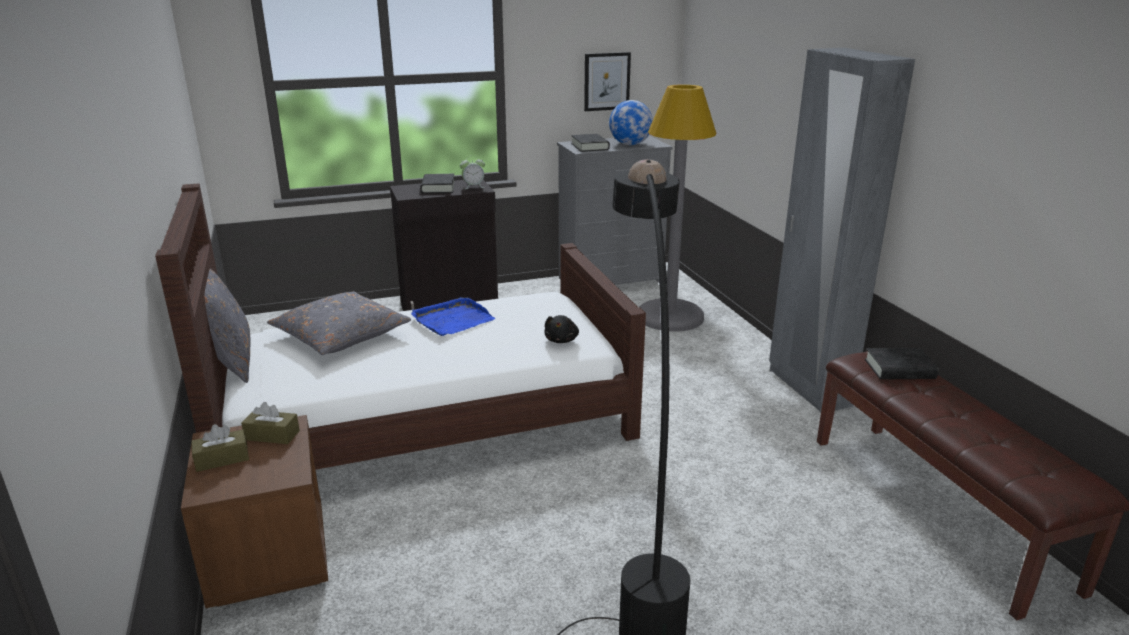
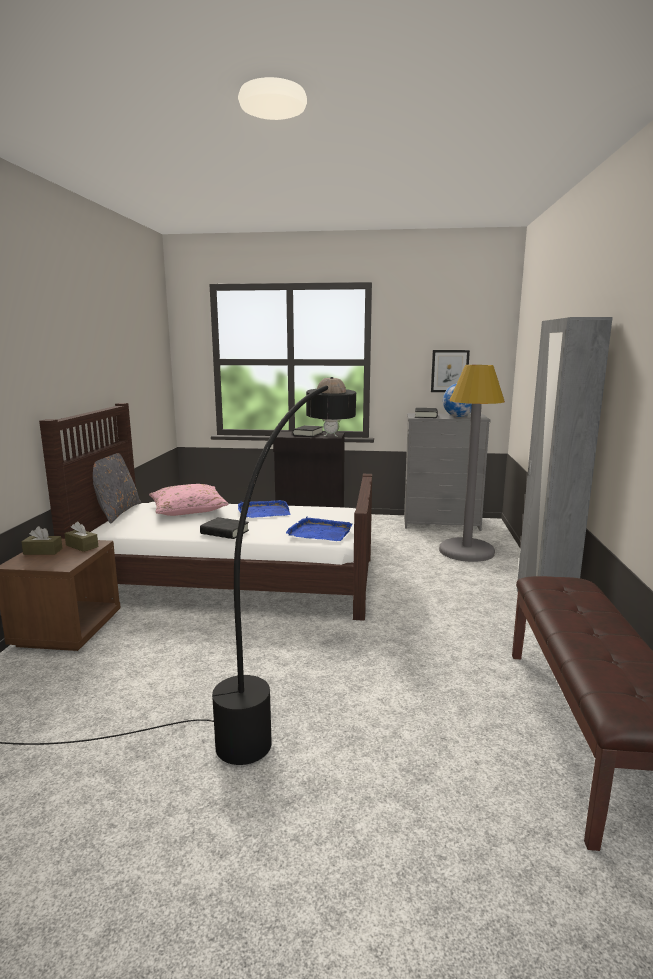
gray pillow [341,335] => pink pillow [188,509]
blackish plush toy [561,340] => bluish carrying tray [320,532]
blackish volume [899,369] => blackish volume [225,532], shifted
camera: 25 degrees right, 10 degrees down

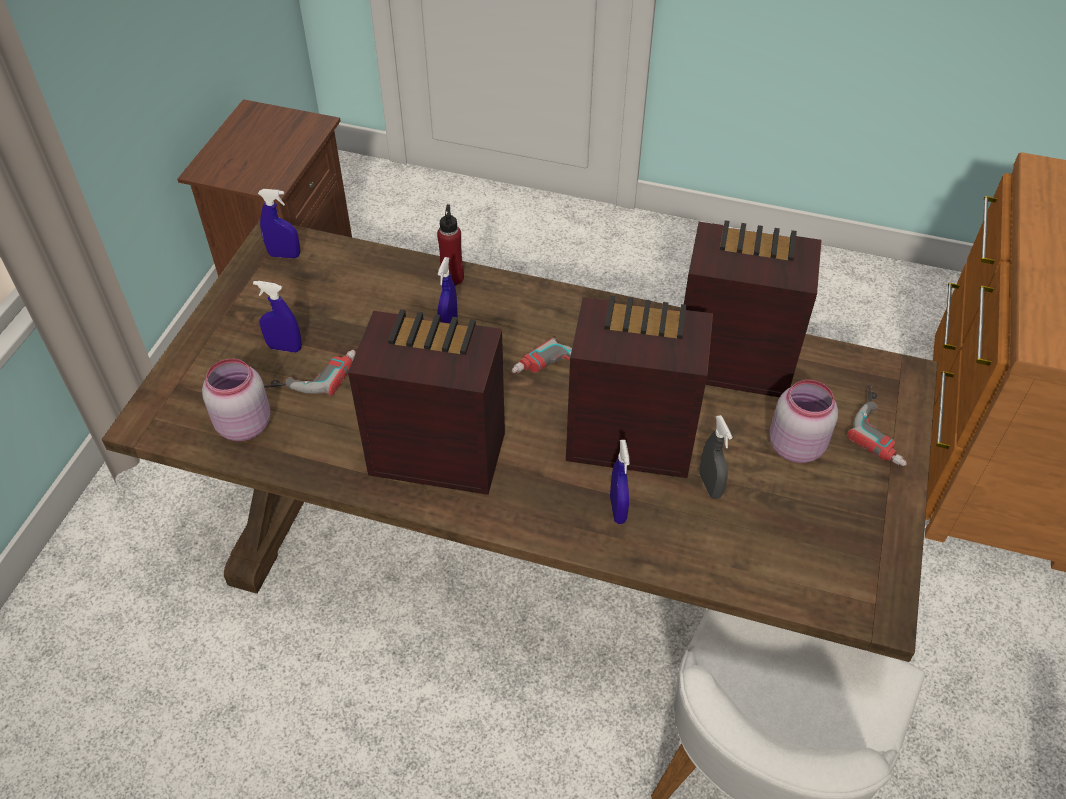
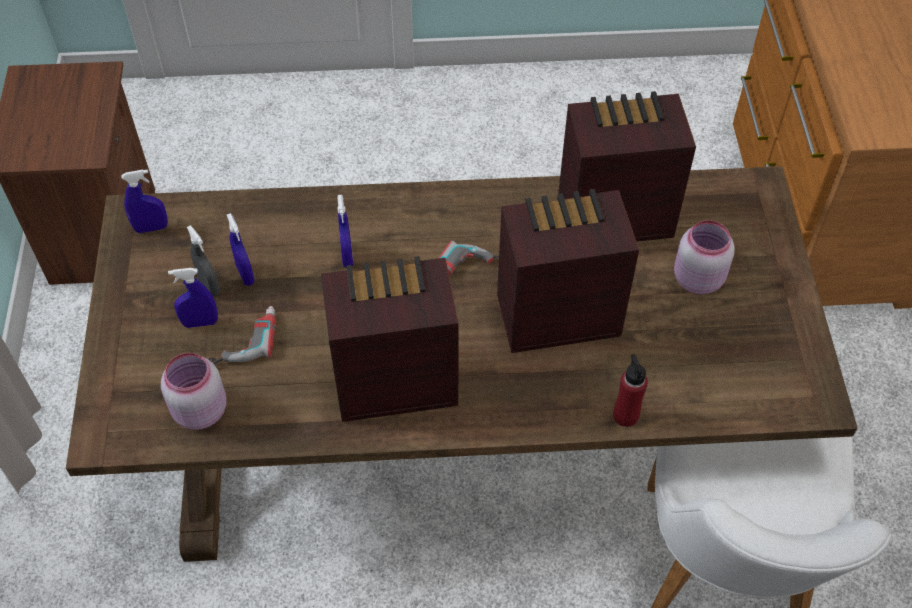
red-coloured drink bottle [452,278] => red-coloured drink bottle [625,415], shifted
bluish sprayer [617,509] => bluish sprayer [245,274], shifted
gray sprayer [710,485] => gray sprayer [209,286], shifted
power drill [884,430] => nothing
camera: 20 degrees left, 5 degrees up

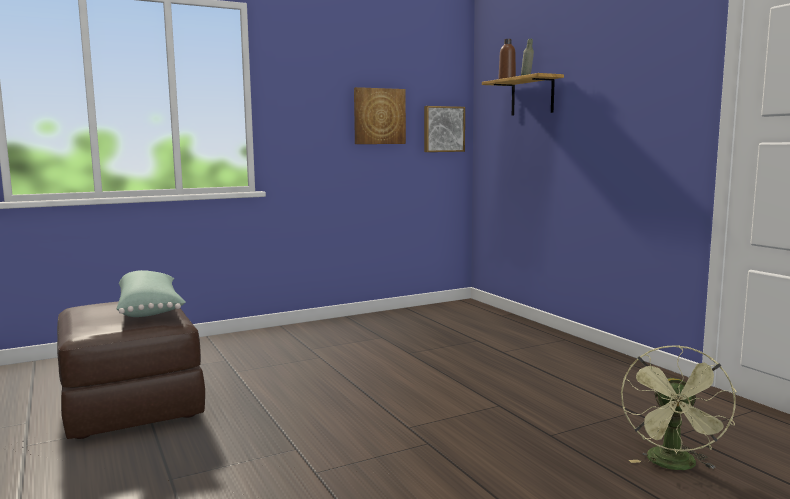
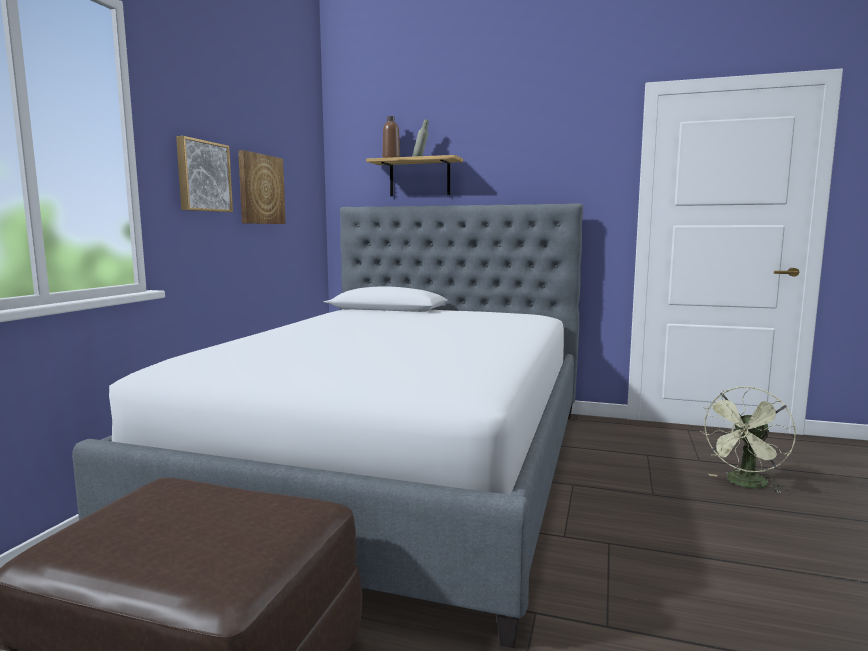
greenish pillow [150,309] => nothing
wall picture [443,129] => wall picture [202,176], shifted
greenish fan [674,465] => greenish fan [745,484], 75 degrees clockwise
nothing => bed [397,468]
camera: 45 degrees left, 0 degrees up

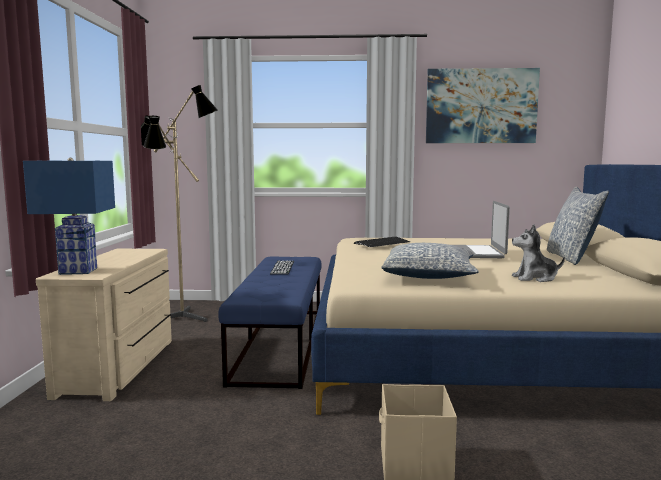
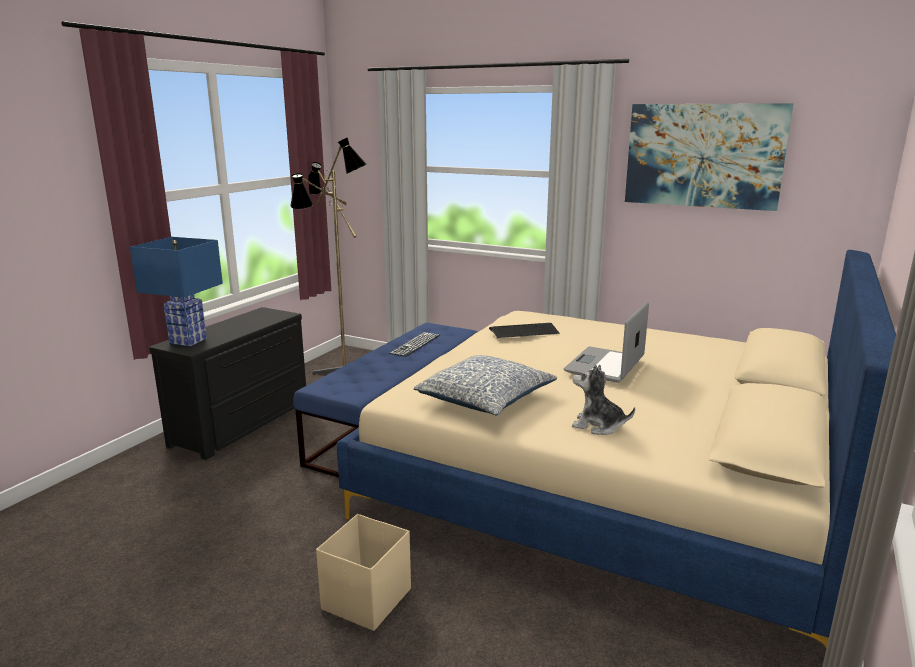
beige-coloured dresser [121,367] => blackish dresser [244,424]
pillow [572,258] => nothing
camera: 25 degrees right, 10 degrees up

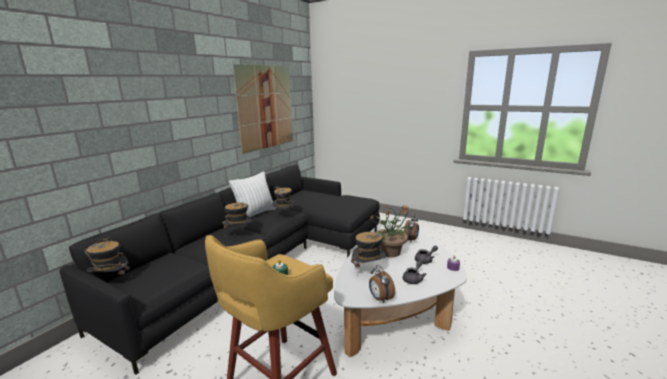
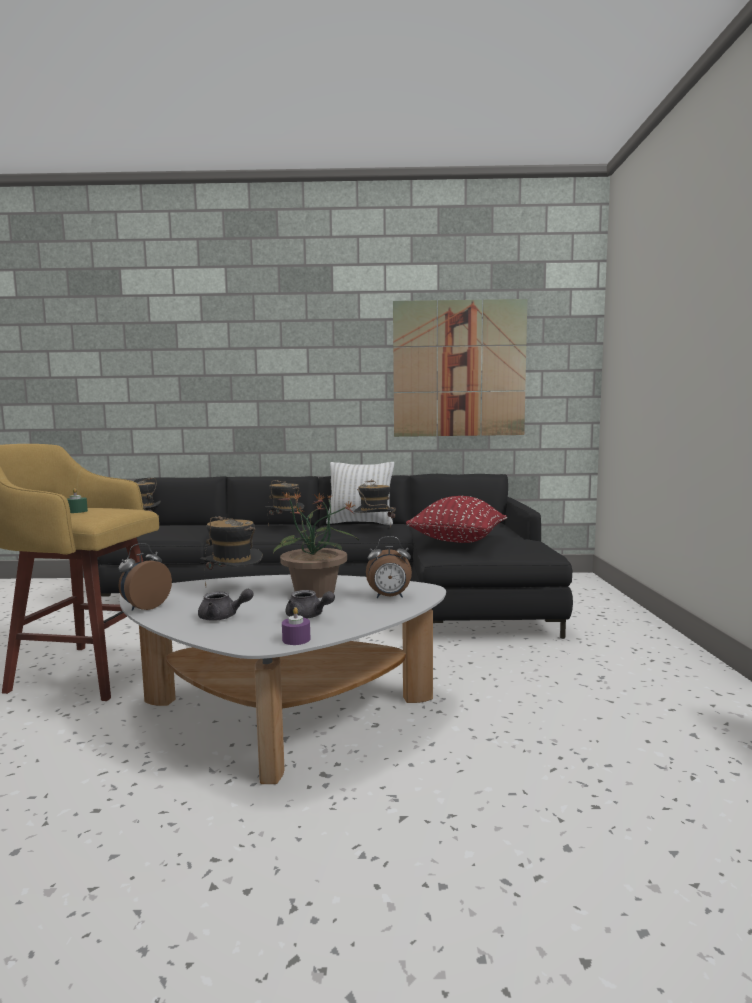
nothing => red-coloured pillow [457,542]
camera: 60 degrees right, 10 degrees down

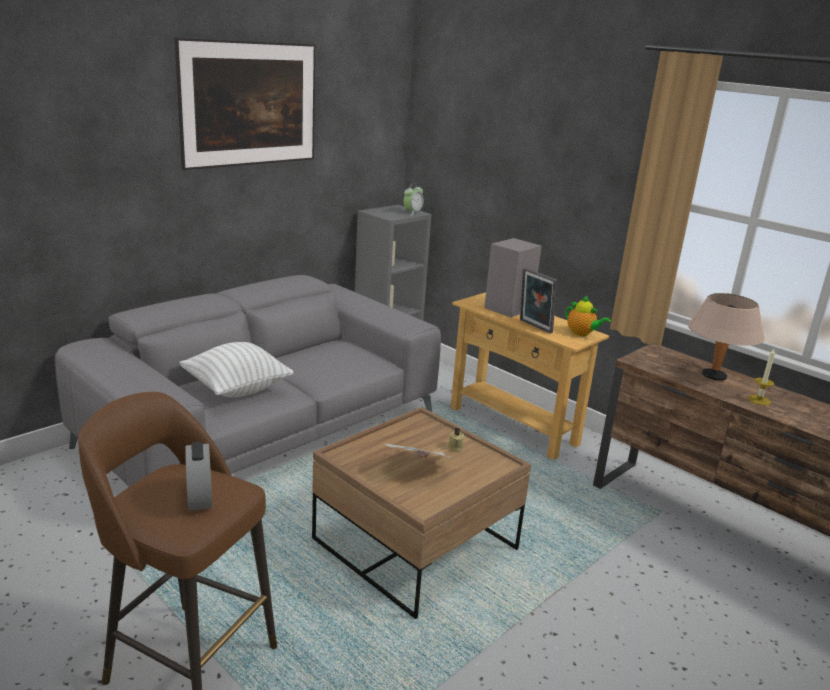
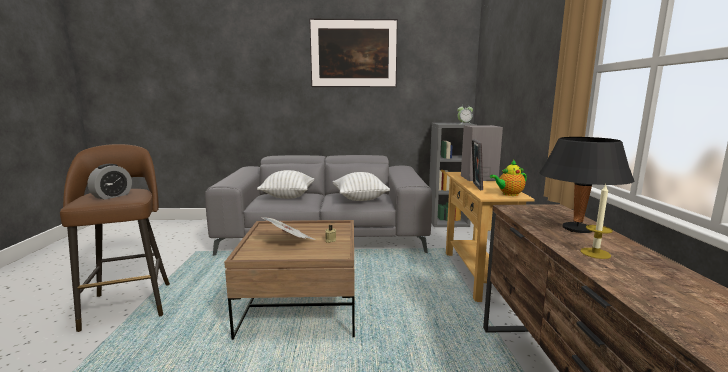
teapot [582,333] => teapot [508,194], 75 degrees clockwise
beige-coloured table lamp [714,376] => blackish table lamp [577,230]
nothing => white-coloured pillow [360,199]
camera: 45 degrees right, 10 degrees down

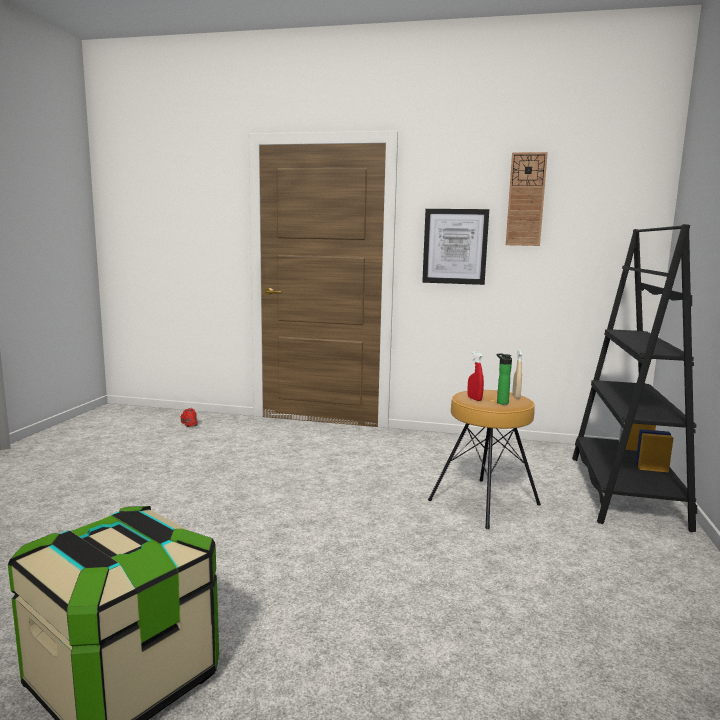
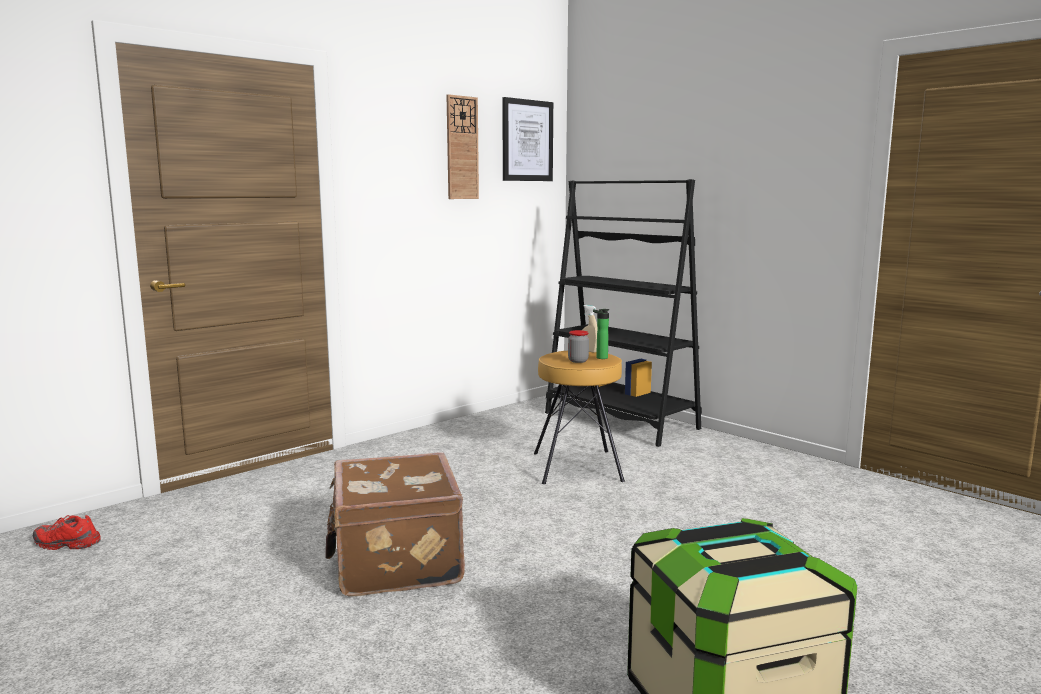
wall picture [455,246] => wall picture [527,140], shifted
red-coloured sprayer [474,399] => storage jar [578,361]
nothing => brownish travel case [394,562]
camera: 55 degrees left, 0 degrees up

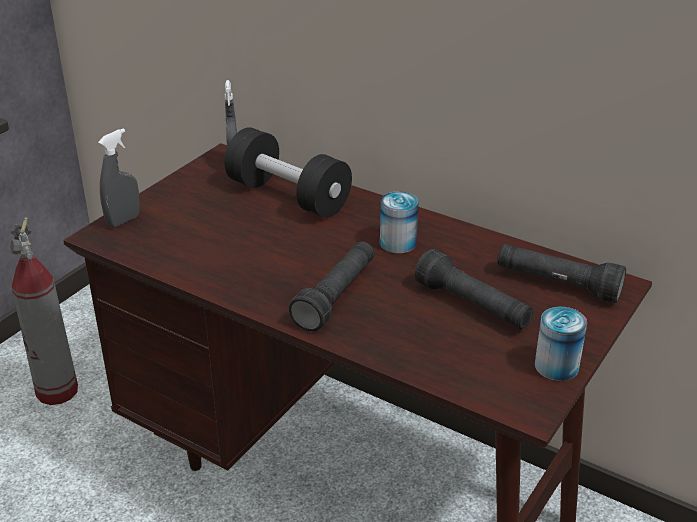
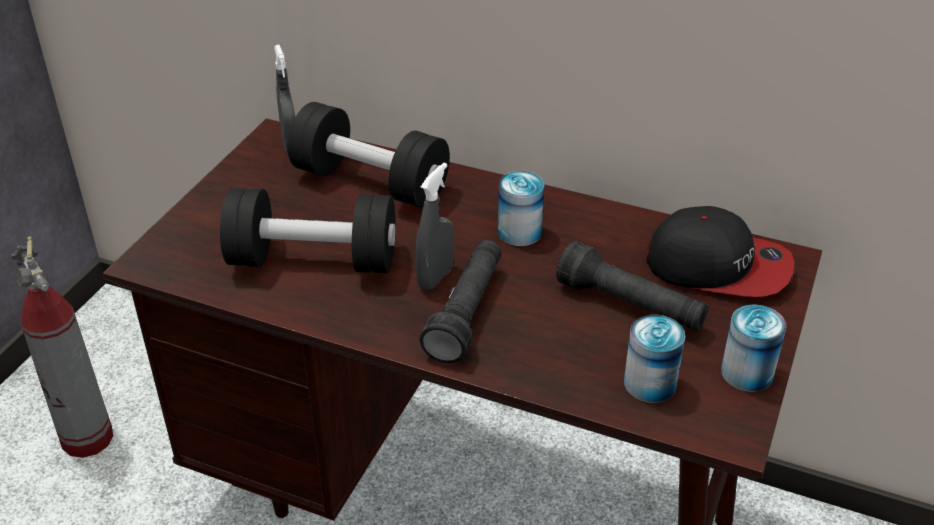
gray sprayer [123,220] => gray sprayer [435,278], shifted
blackish hand torch [557,284] => baseball cap [718,266]
nothing => blackish free weight [313,260]
nothing => metal can [650,383]
camera: 10 degrees left, 5 degrees up

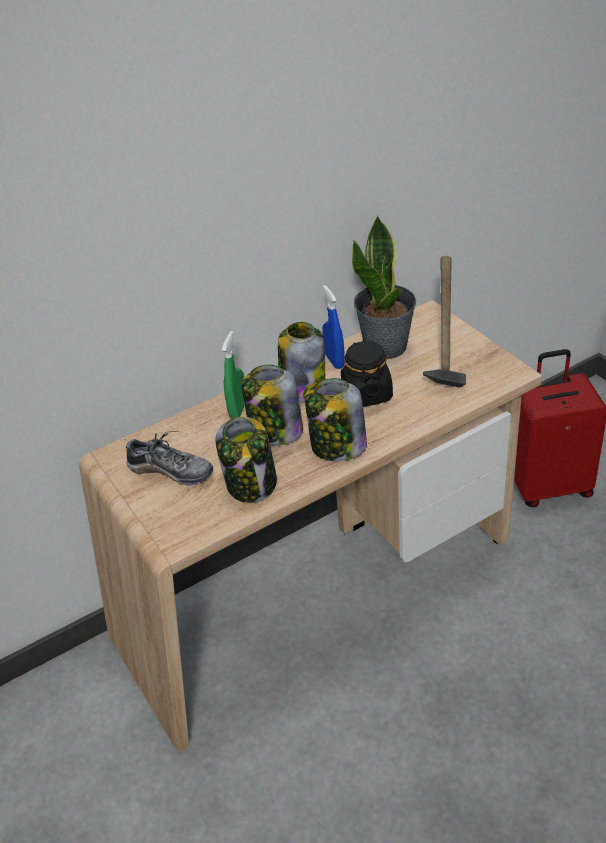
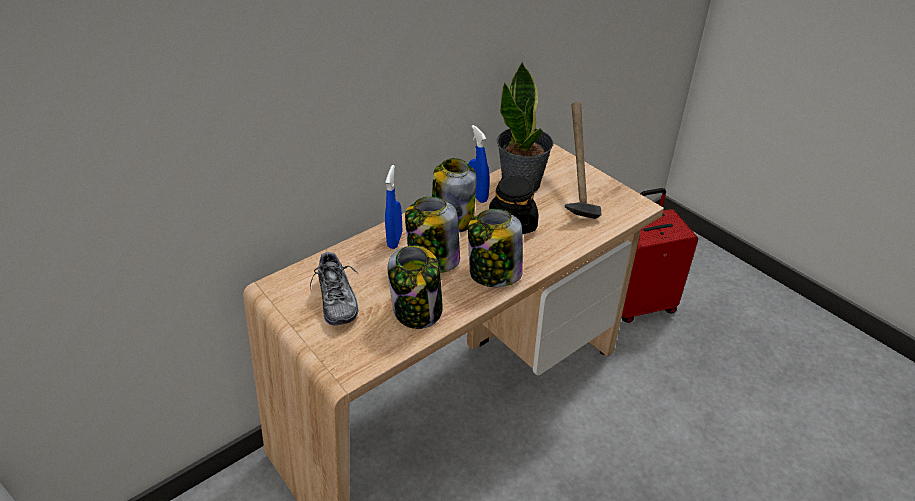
shoe [171,471] => shoe [337,299], 60 degrees clockwise
greenish sprayer [238,409] => bluish sprayer [395,240]
camera: 10 degrees left, 0 degrees up

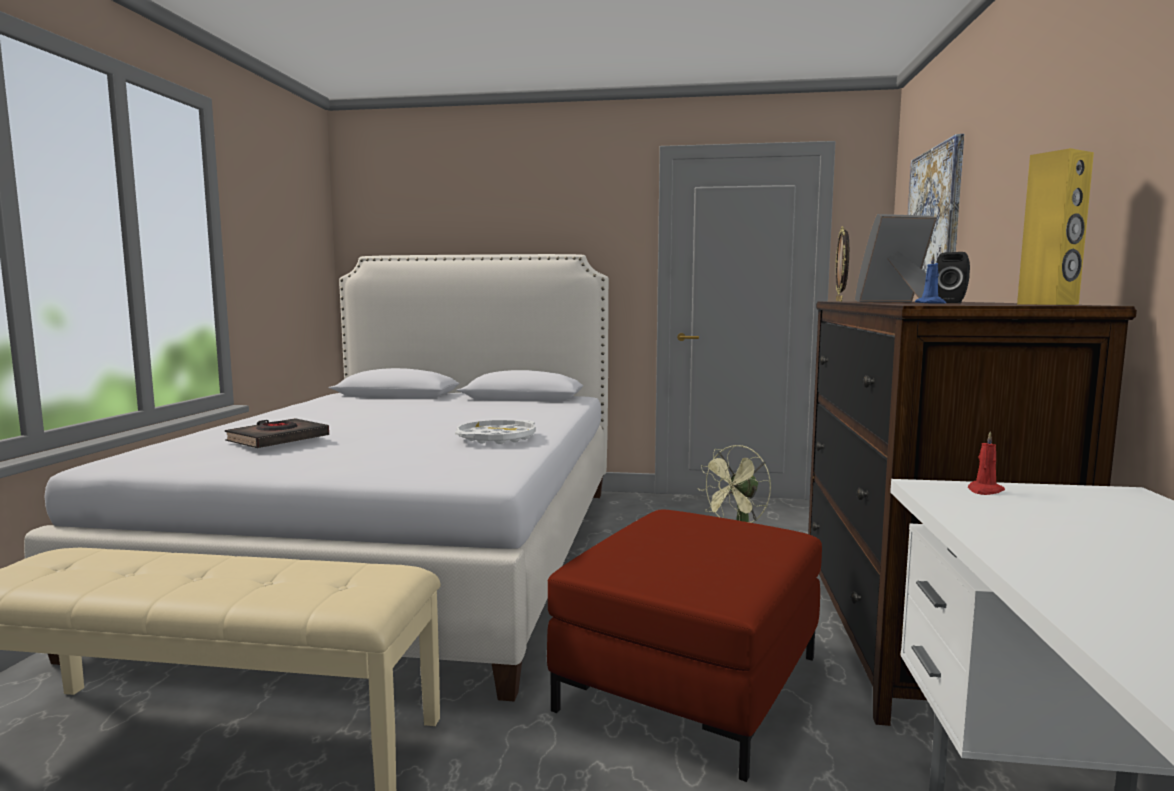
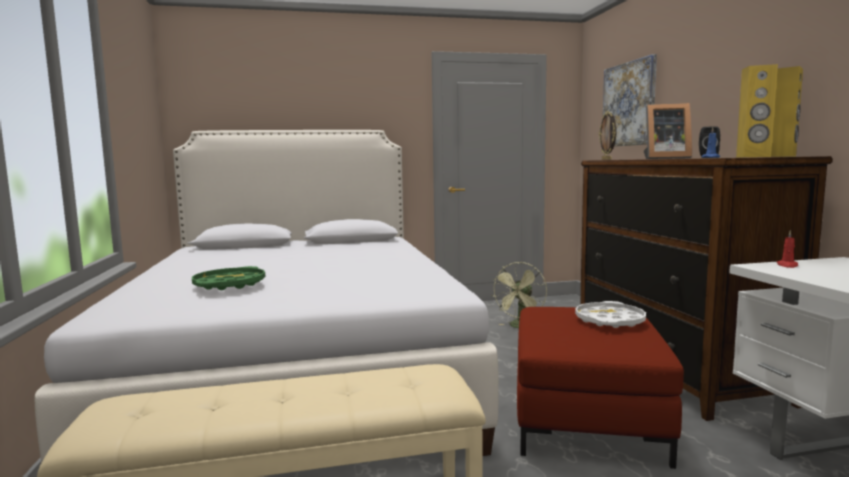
blackish volume [278,440] => greenish carrying tray [229,284]
white-coloured carrying tray [496,438] => white-coloured carrying tray [609,321], shifted
picture frame [899,302] => picture frame [664,158], 135 degrees counterclockwise
nothing => yellow-coloured loudspeaker [753,157]
camera: 20 degrees left, 0 degrees up

